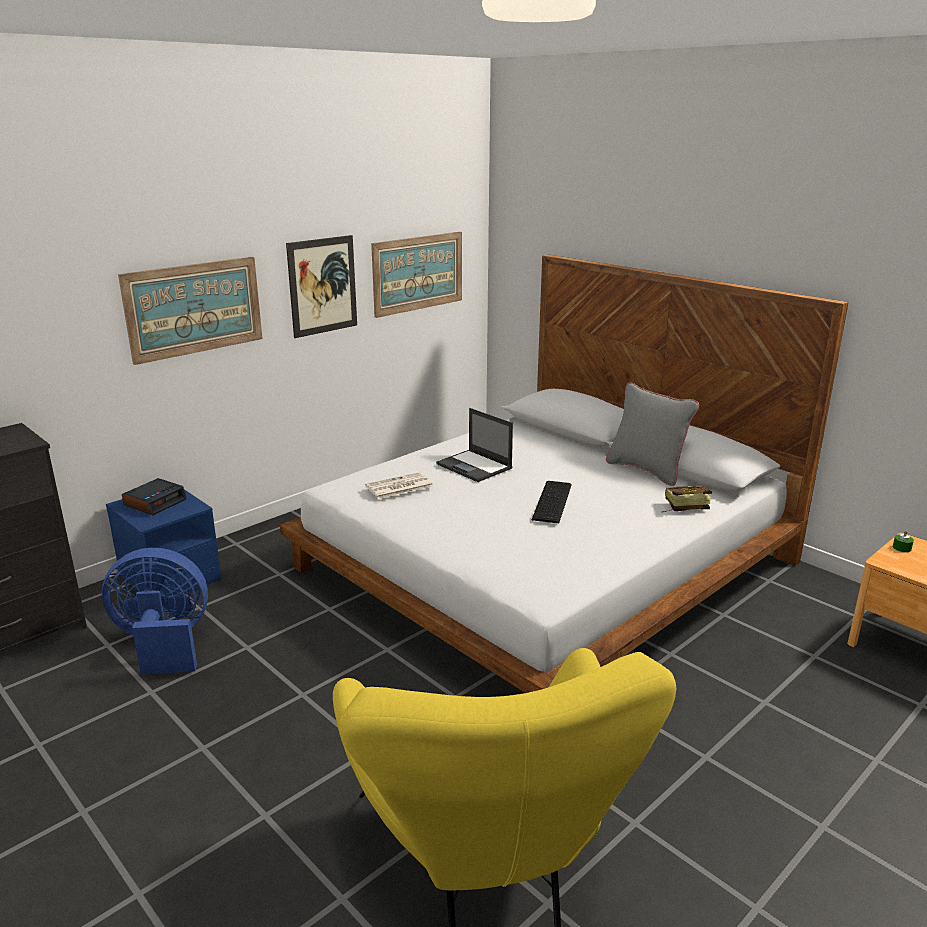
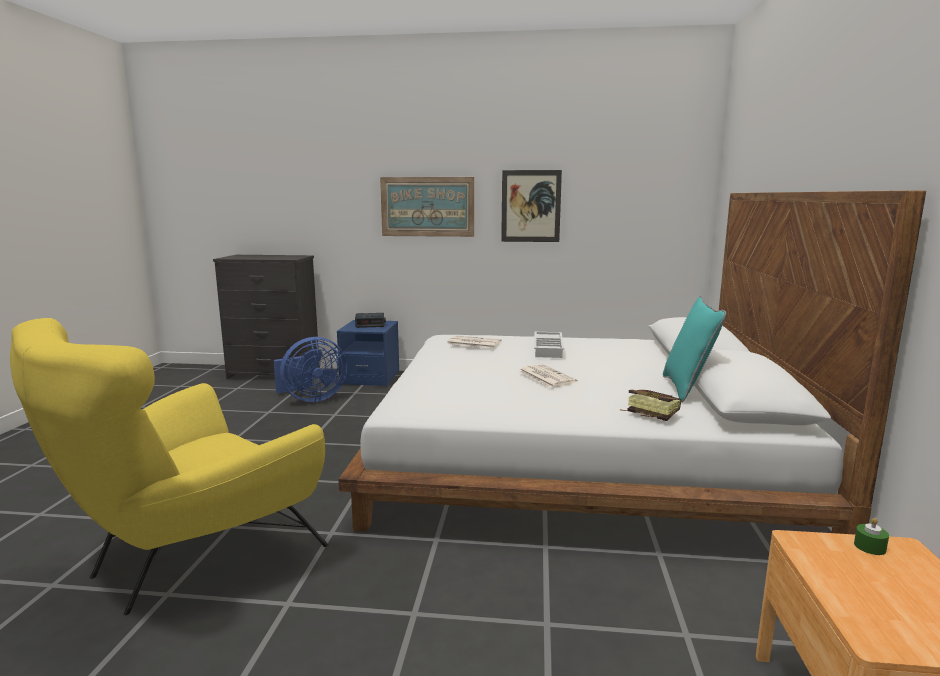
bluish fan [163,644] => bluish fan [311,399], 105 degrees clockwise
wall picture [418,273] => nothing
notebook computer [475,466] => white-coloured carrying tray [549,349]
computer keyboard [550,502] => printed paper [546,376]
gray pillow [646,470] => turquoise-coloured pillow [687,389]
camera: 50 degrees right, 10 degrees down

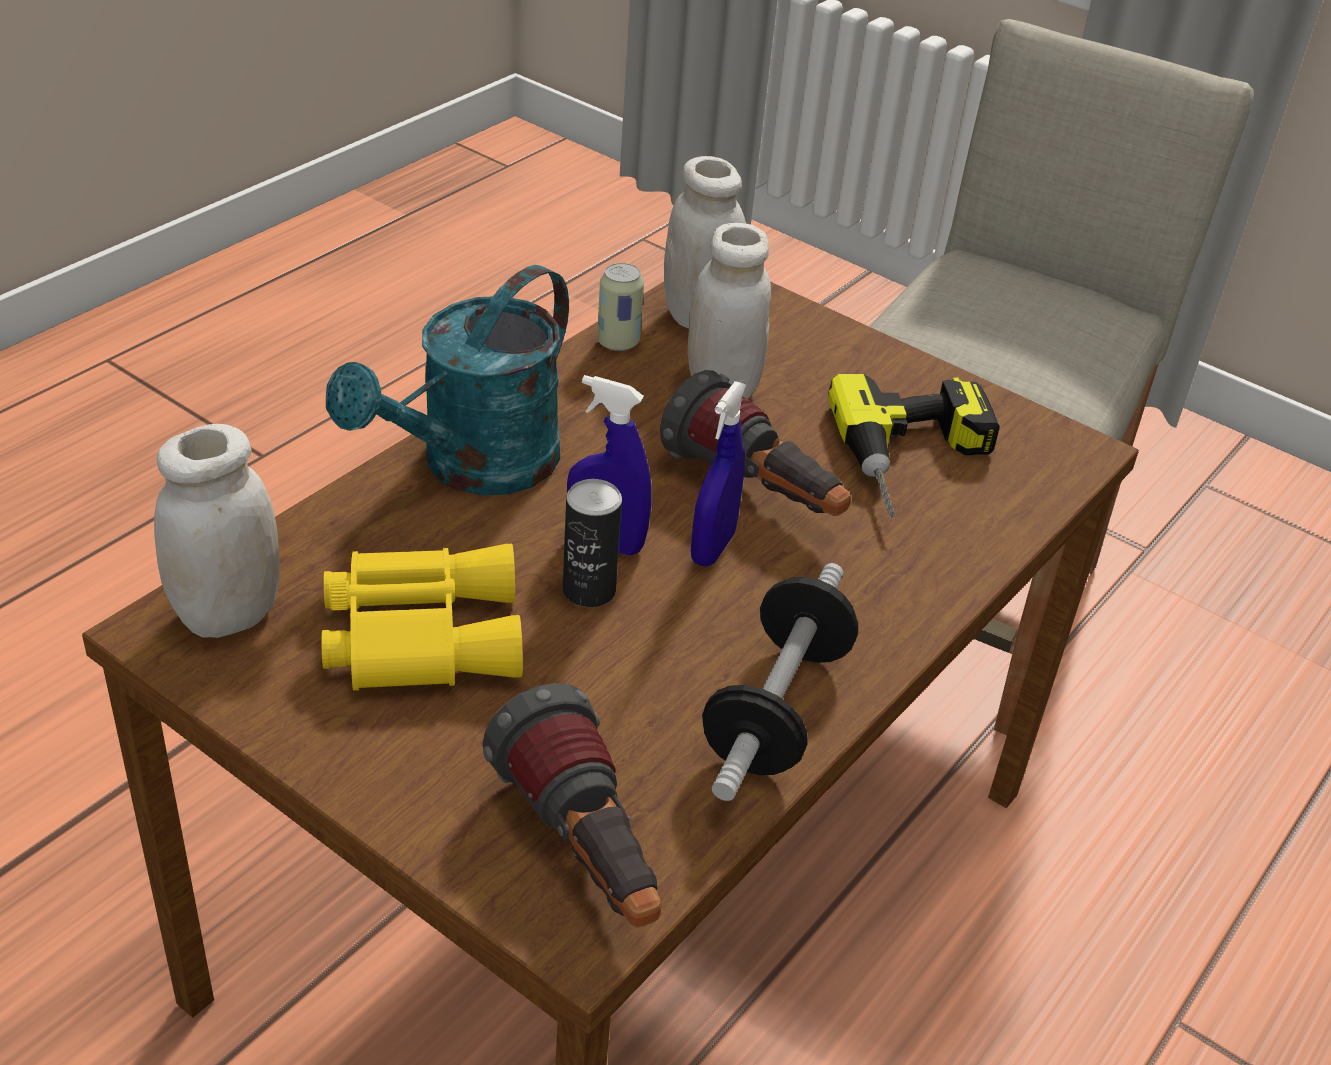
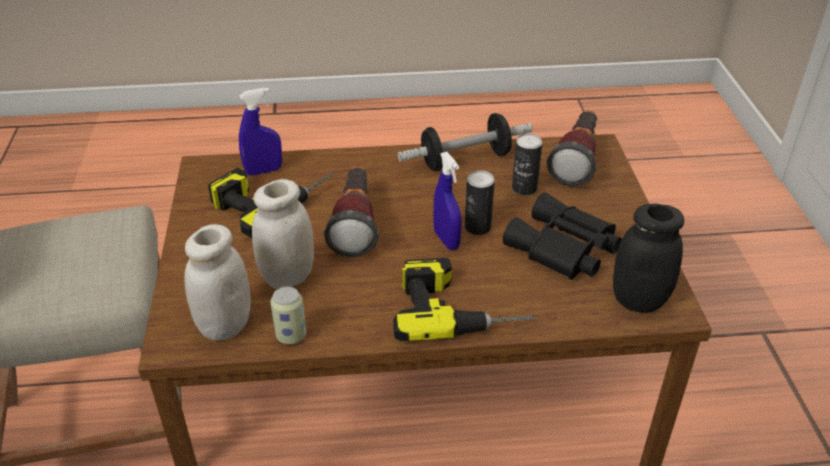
white-coloured storage jar [228,614] => blackish storage jar [639,300]
yellow-coloured binoculars [419,631] => blackish binoculars [563,249]
turquoise-coloured watering can [473,467] => power drill [459,307]
bluish sprayer [713,548] => bluish sprayer [263,171], shifted
nothing => metal can [524,188]
camera: 130 degrees left, 0 degrees up

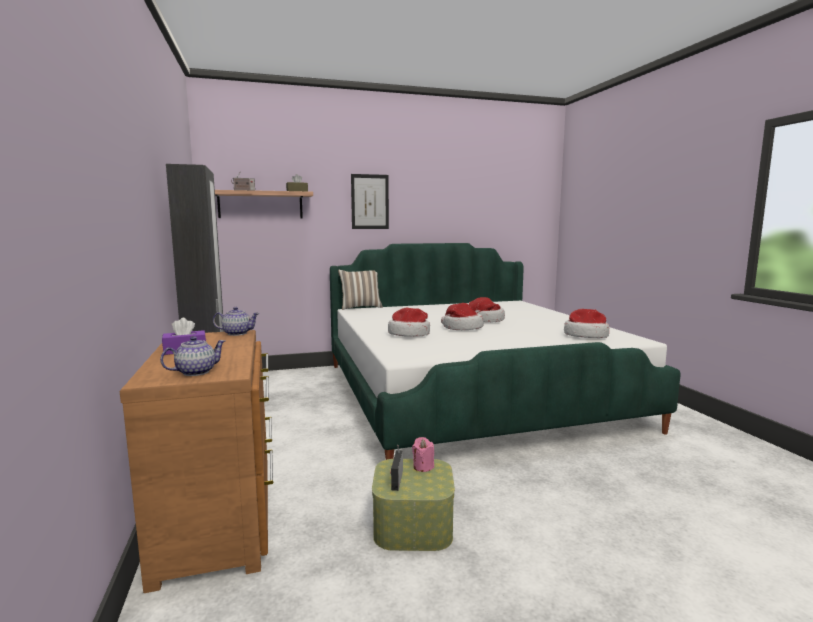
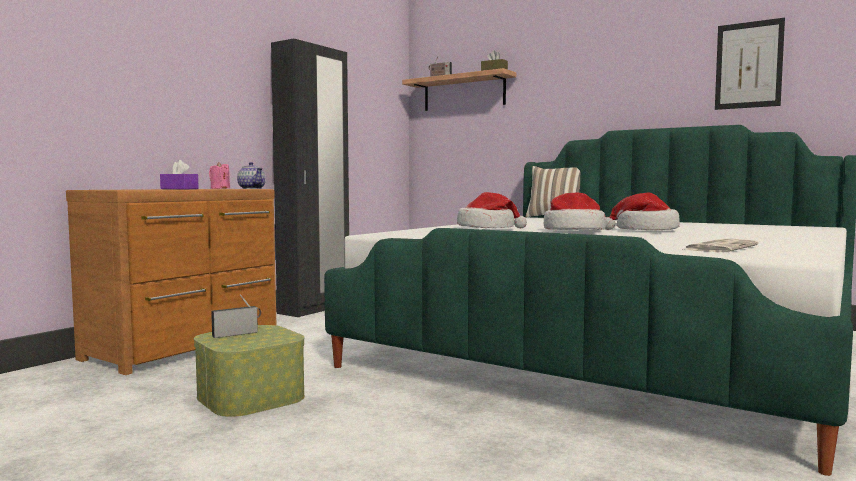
teapot [195,372] => nothing
wall picture [370,201] => wall picture [748,65], shifted
pink wax candle [423,466] => pink wax candle [220,188], shifted
wearable hat [585,335] => printed paper [720,247]
camera: 50 degrees right, 5 degrees down

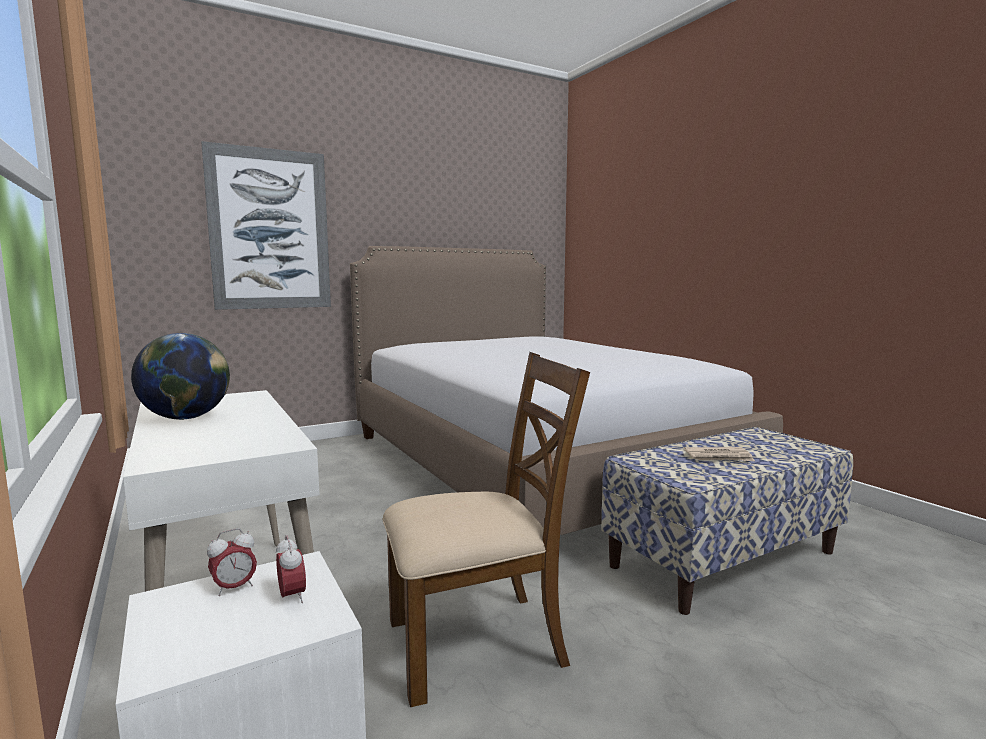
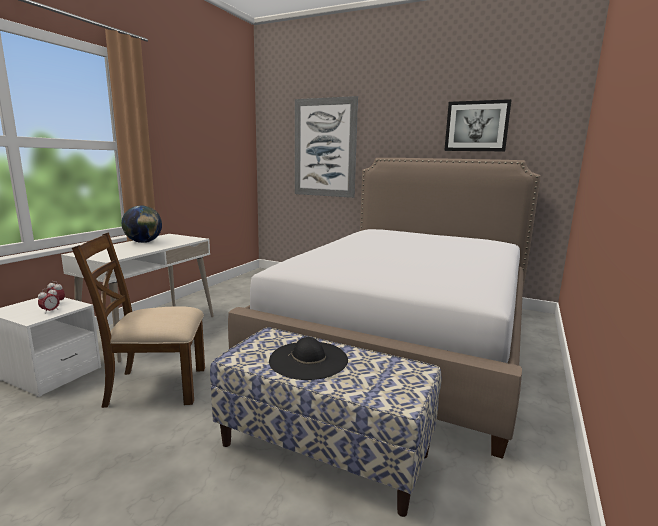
brownish upright chair [477,642] => brownish upright chair [156,386], 135 degrees clockwise
printed paper [719,457] => blackish wearable hat [309,360]
nothing => wall picture [476,126]
camera: 55 degrees right, 5 degrees up

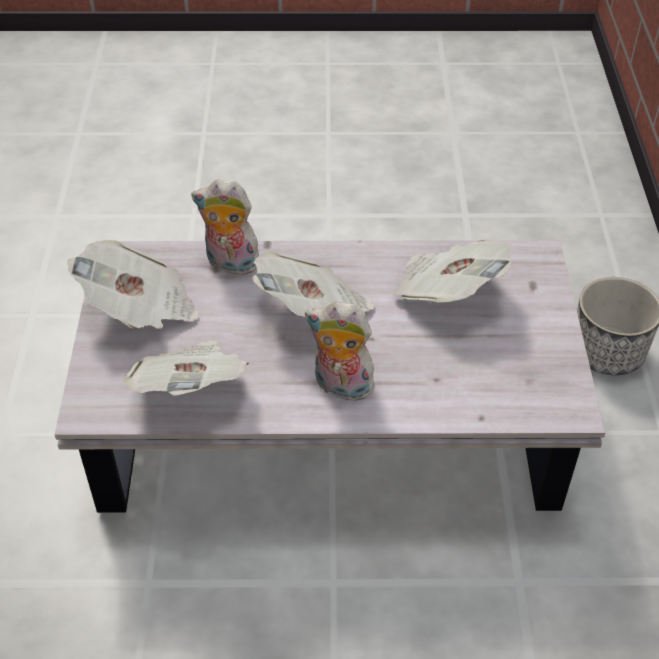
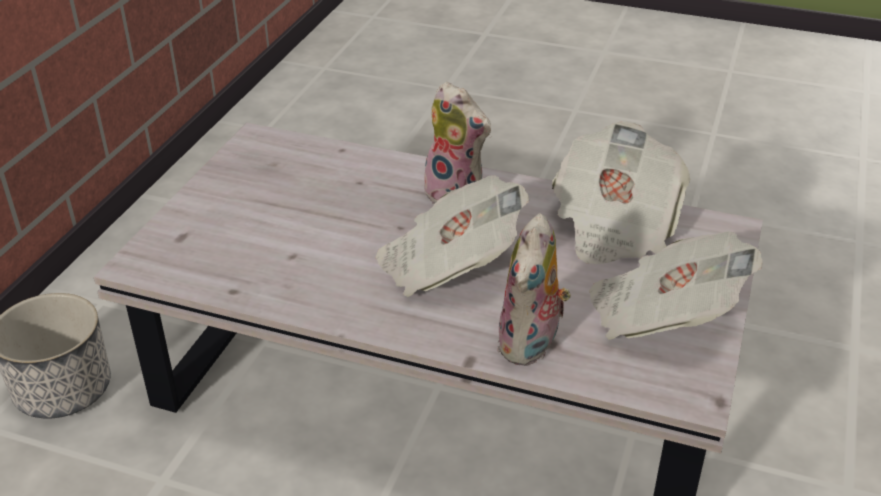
plush toy [230,264] => plush toy [531,345], 75 degrees clockwise
printed paper [447,291] => nothing
camera: 160 degrees left, 10 degrees down

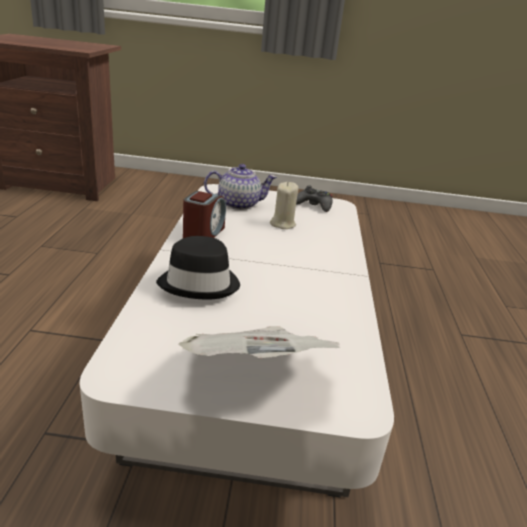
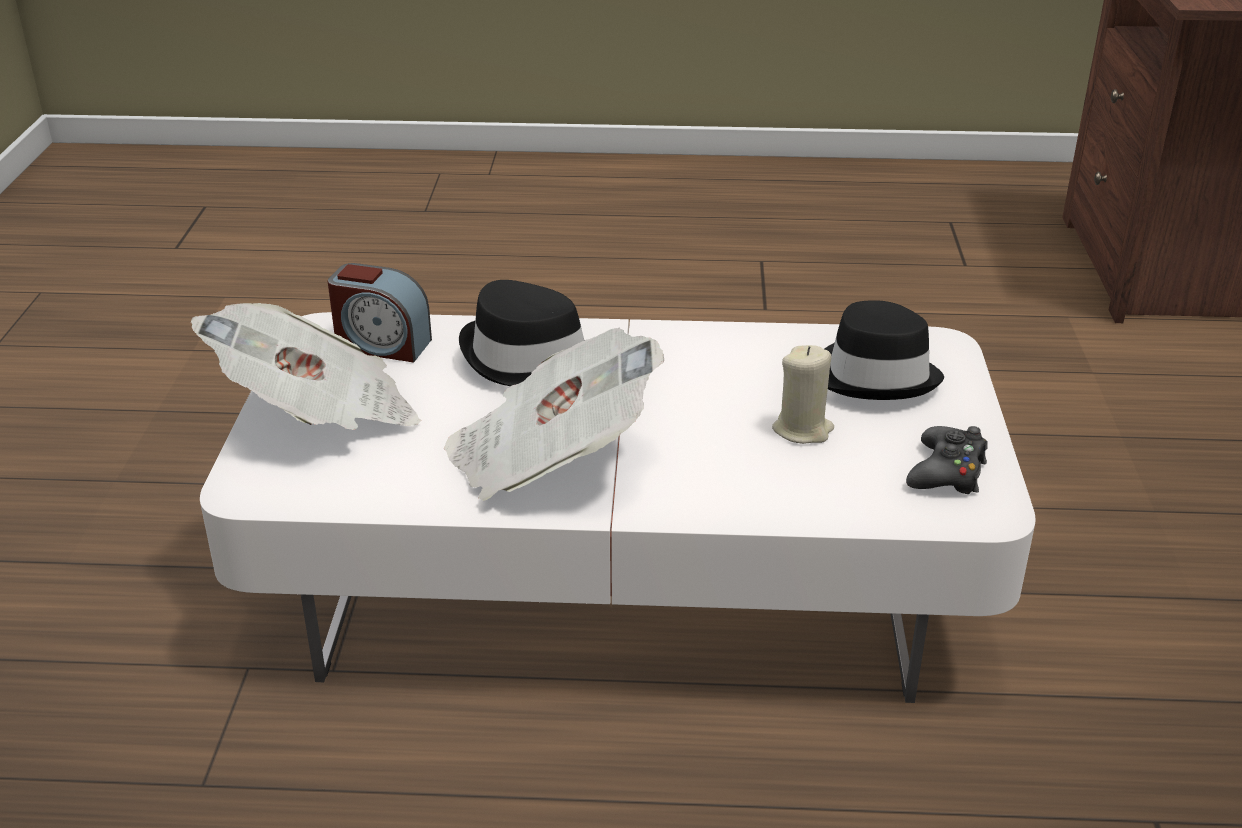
alarm clock [203,234] => alarm clock [382,345], shifted
teapot [239,204] => blackish wearable hat [875,375]
nothing => printed paper [550,459]
camera: 90 degrees right, 5 degrees up

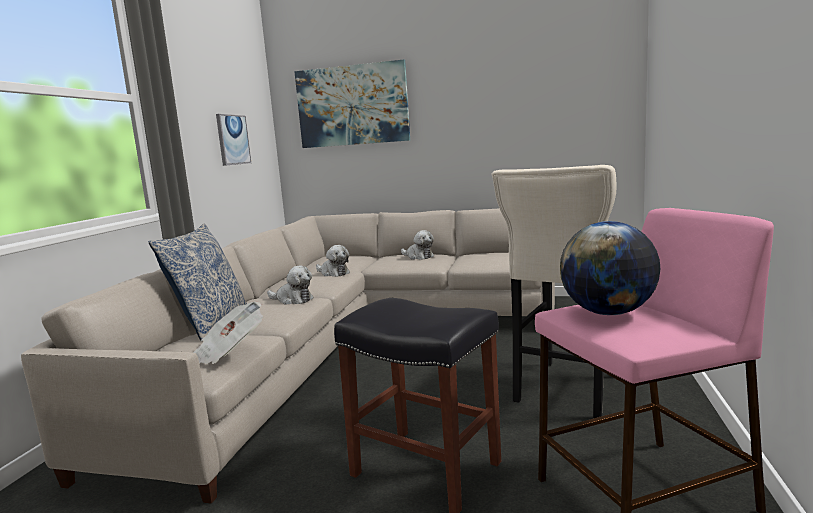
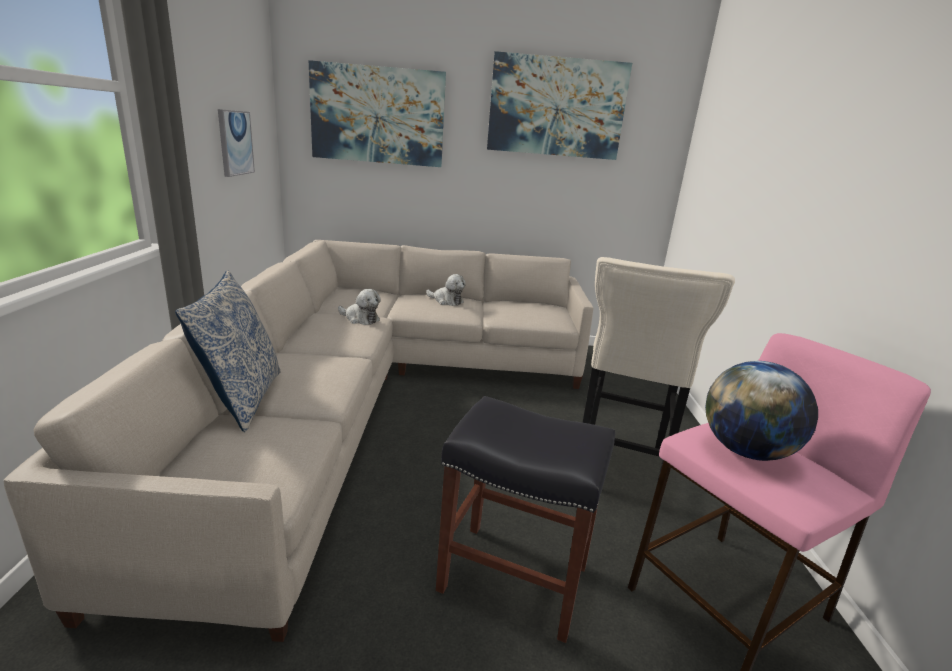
printed paper [228,353] => nothing
plush toy [292,300] => nothing
nothing => wall picture [556,107]
camera: 15 degrees left, 10 degrees up

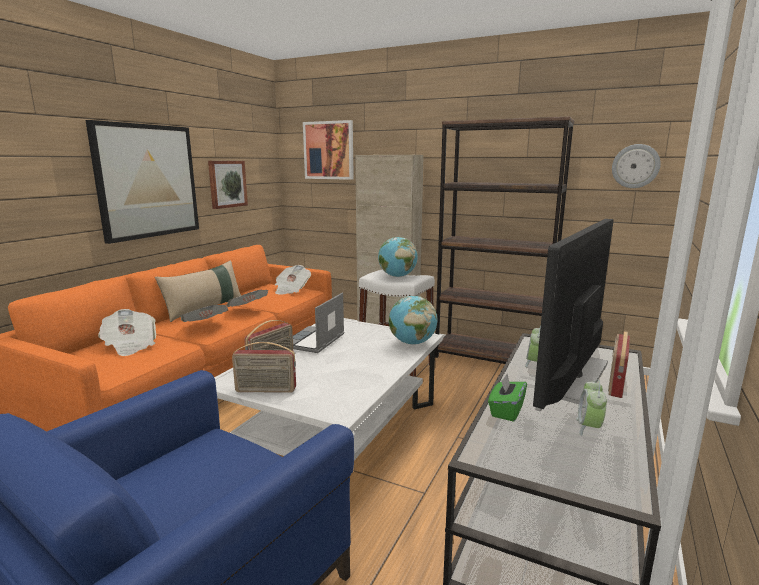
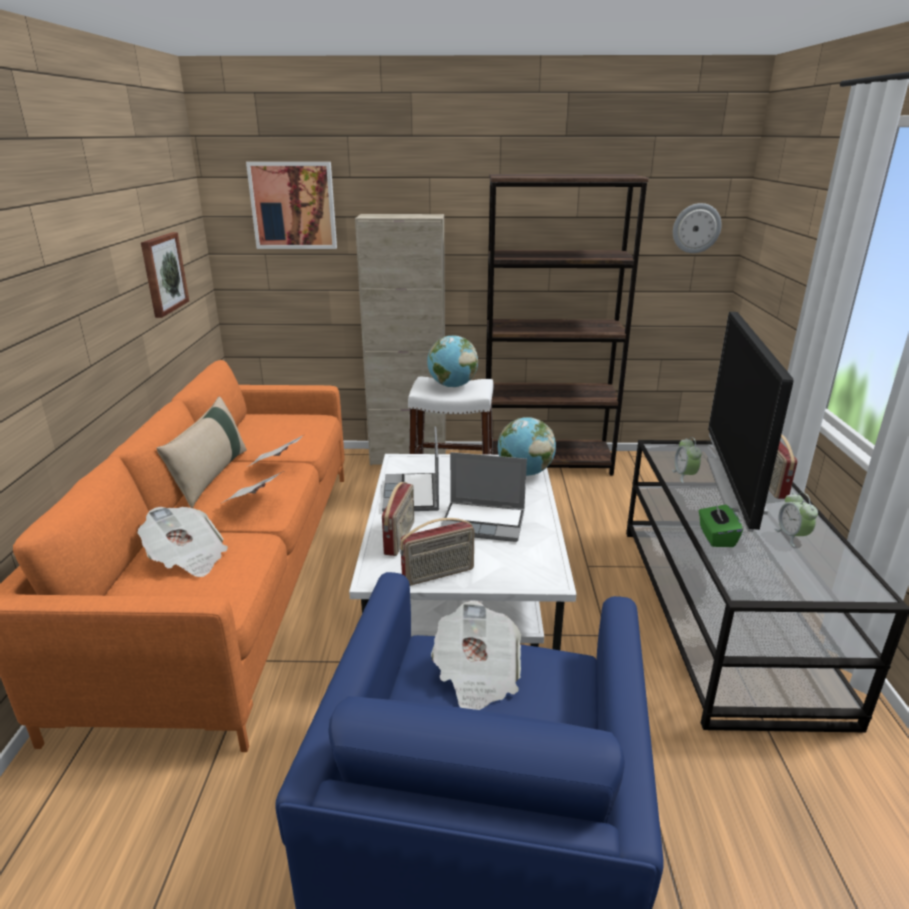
wall picture [147,181] => nothing
printed paper [291,290] => printed paper [476,675], shifted
nothing => notebook computer [484,522]
camera: 25 degrees left, 10 degrees up

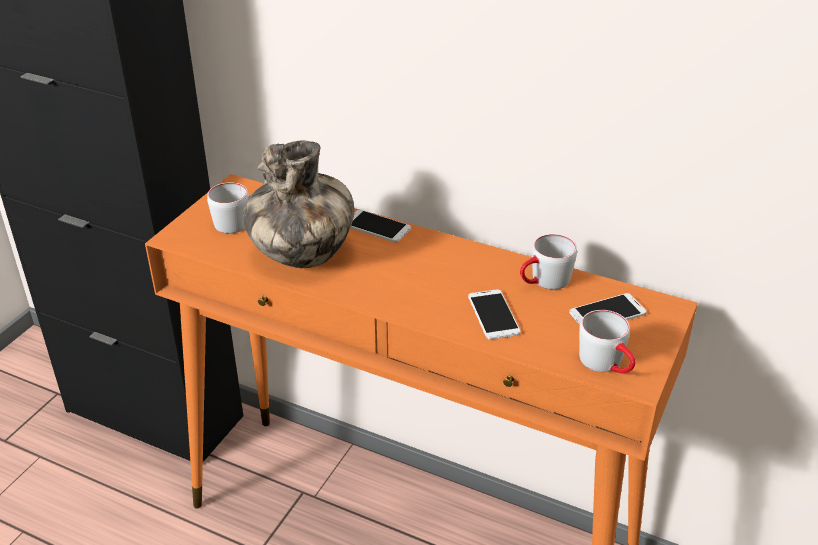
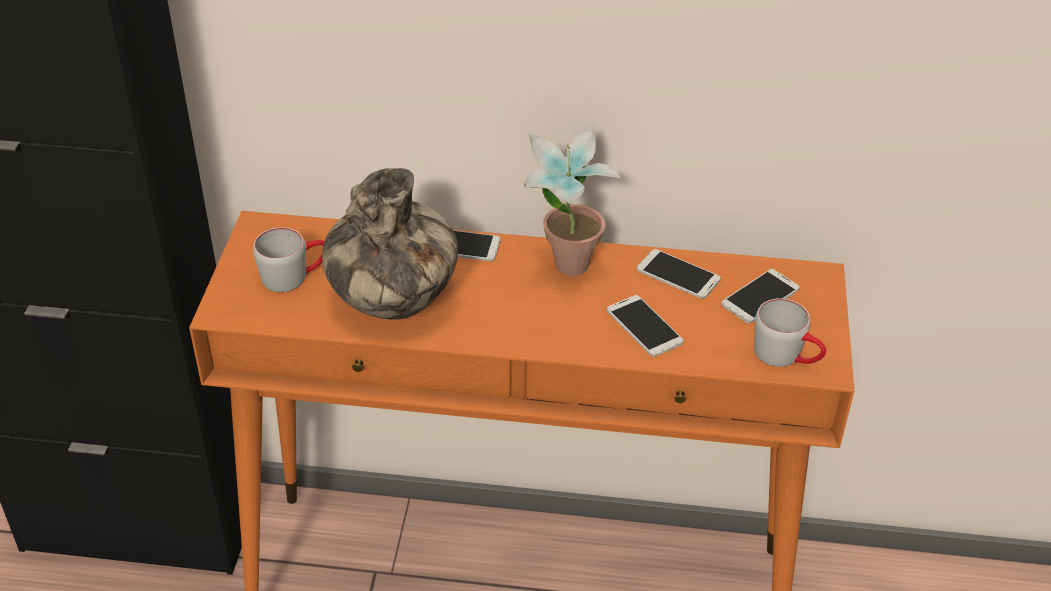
gray coffee mug [544,282] => phone [678,274]
nothing => potted plant [564,272]
camera: 20 degrees left, 5 degrees up

